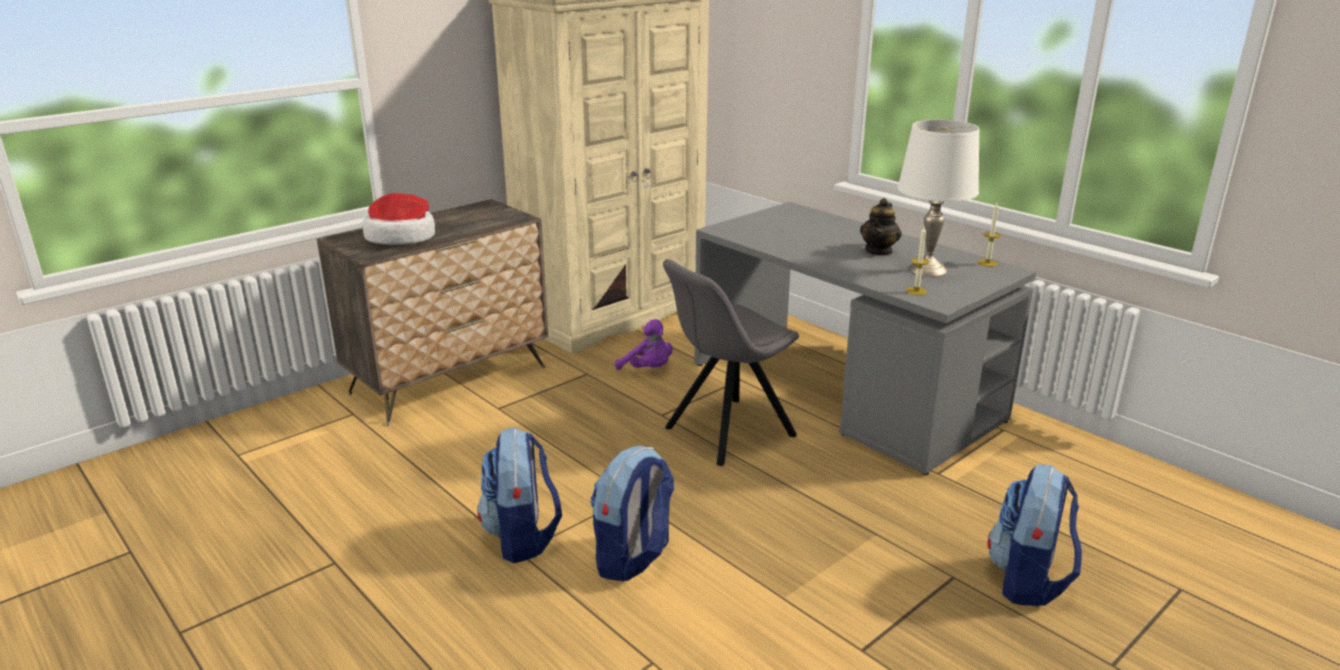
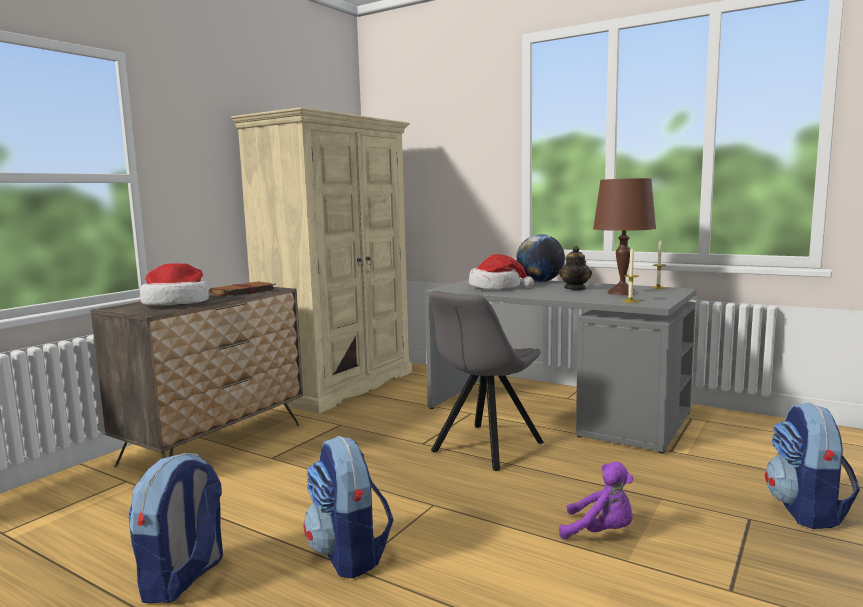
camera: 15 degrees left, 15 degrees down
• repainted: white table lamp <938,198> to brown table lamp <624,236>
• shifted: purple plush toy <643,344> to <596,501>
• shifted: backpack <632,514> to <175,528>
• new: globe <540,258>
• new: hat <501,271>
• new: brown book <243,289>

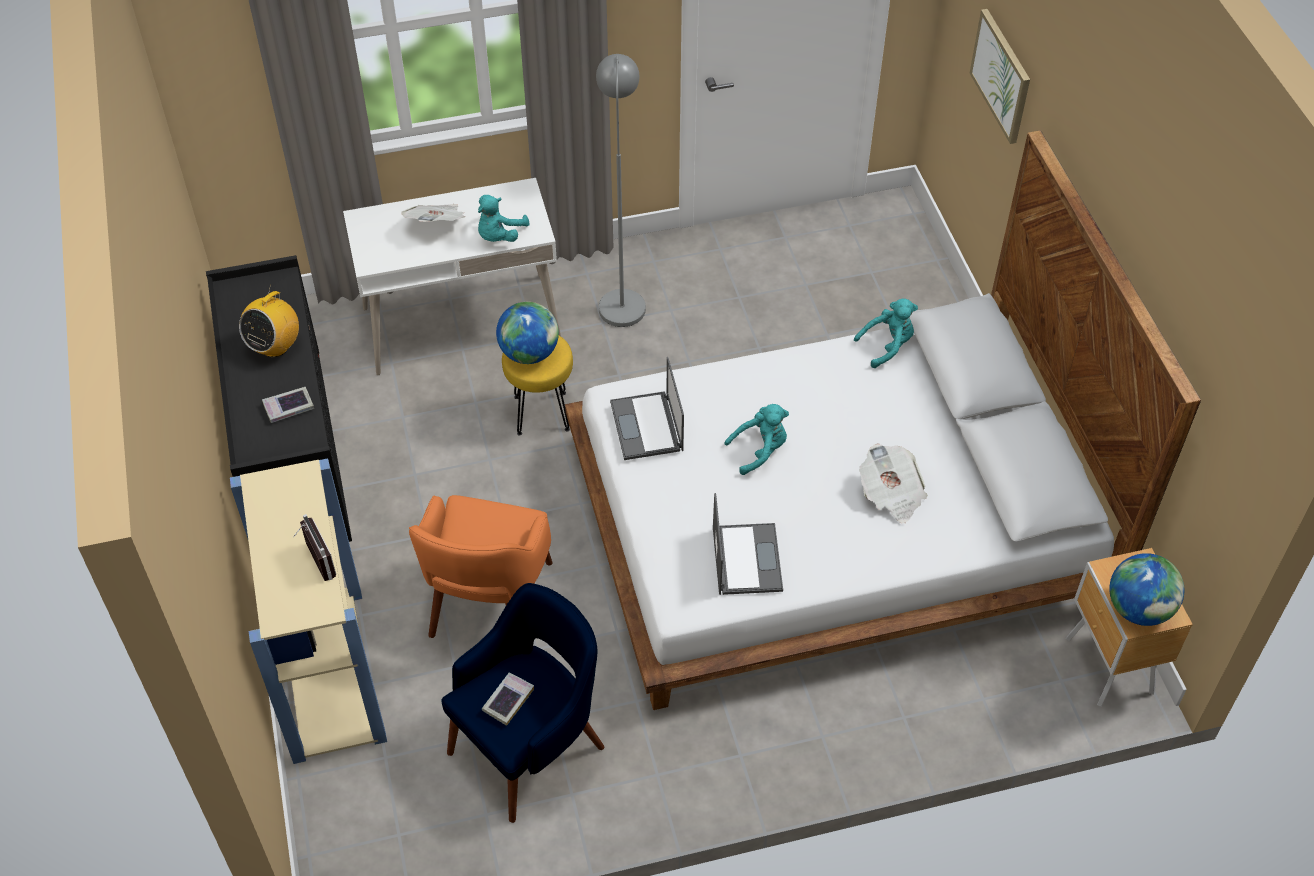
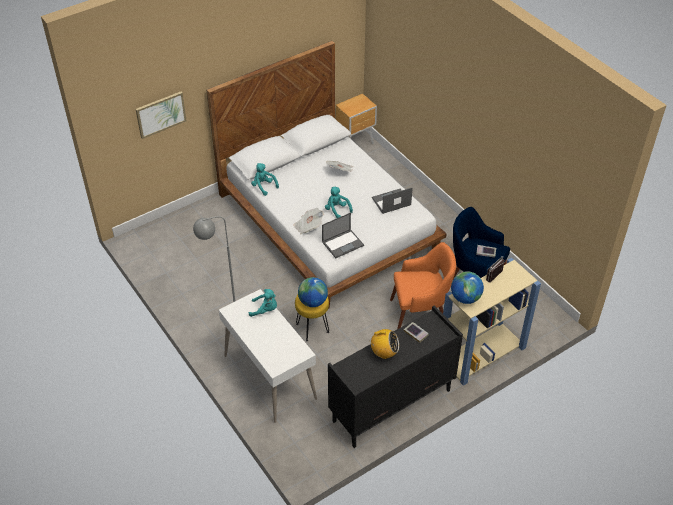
camera: 110 degrees left, 5 degrees down
• shifted: newspaper <433,213> to <308,221>
• shifted: globe <1146,589> to <467,287>

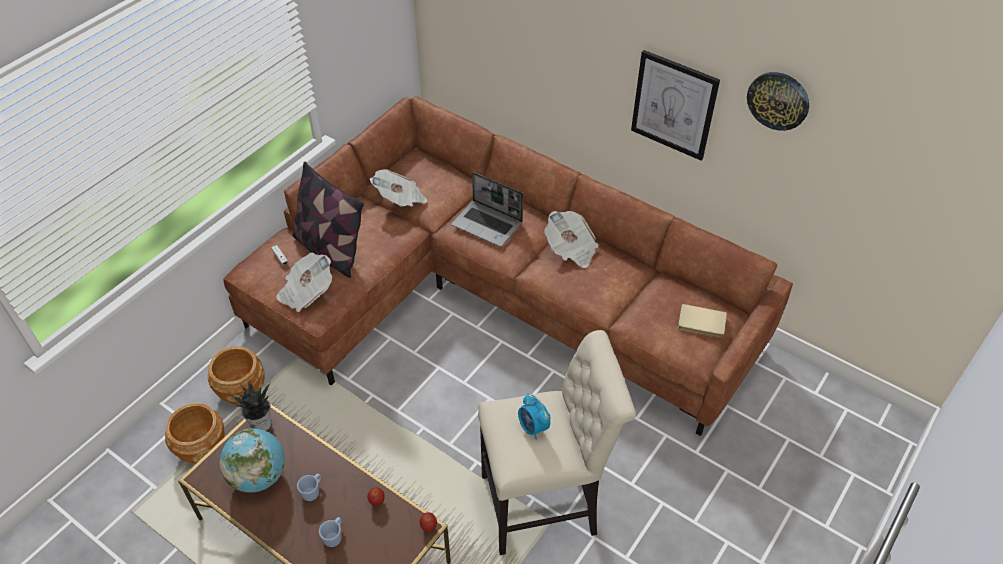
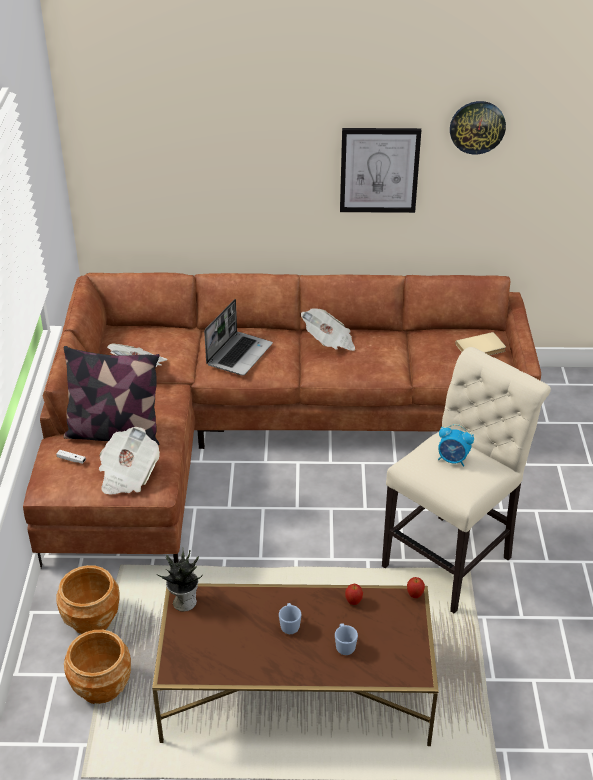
camera: 35 degrees left, 10 degrees down
• rotated: laptop <487,209> = <238,337> 60 degrees counterclockwise
• gone: globe <252,460>

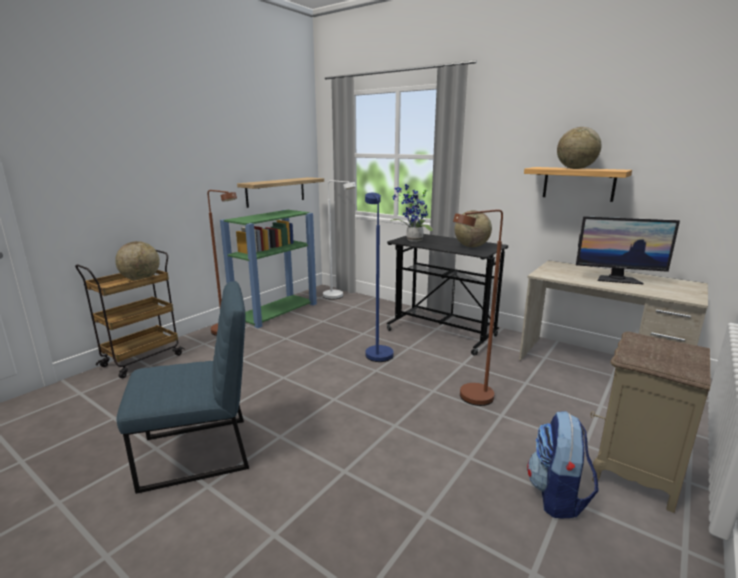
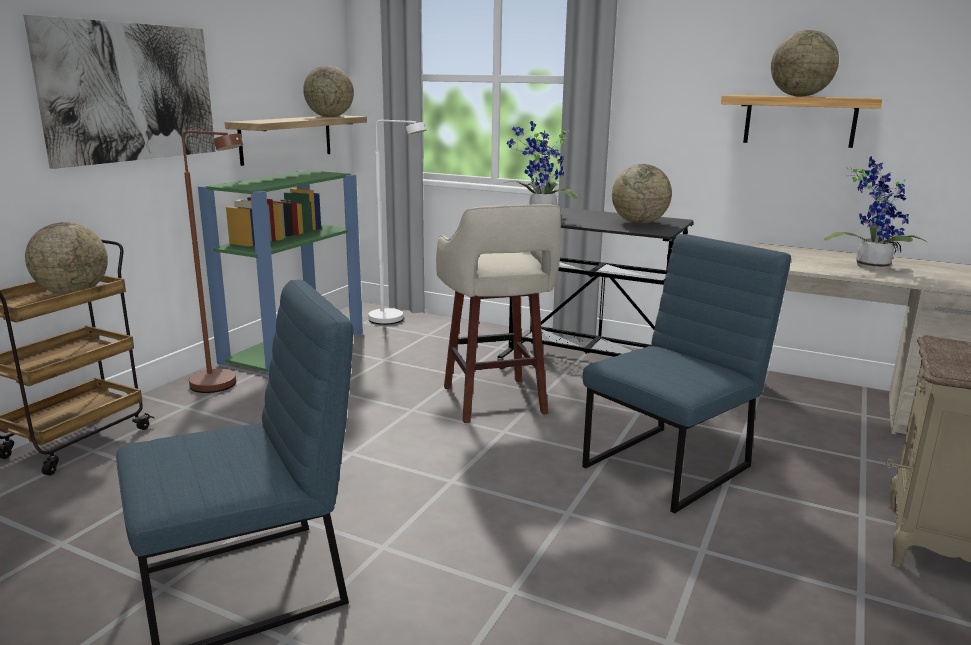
camera: 10 degrees left, 0 degrees up
• swapped: blue floor lamp <379,277> to beige stool <498,313>
• swapped: brown floor lamp <478,308> to blue chair <686,373>
• swapped: monitor <628,250> to potted plant <876,213>
• gone: backpack <563,464>
• new: picture <119,92>
• new: globe <328,91>

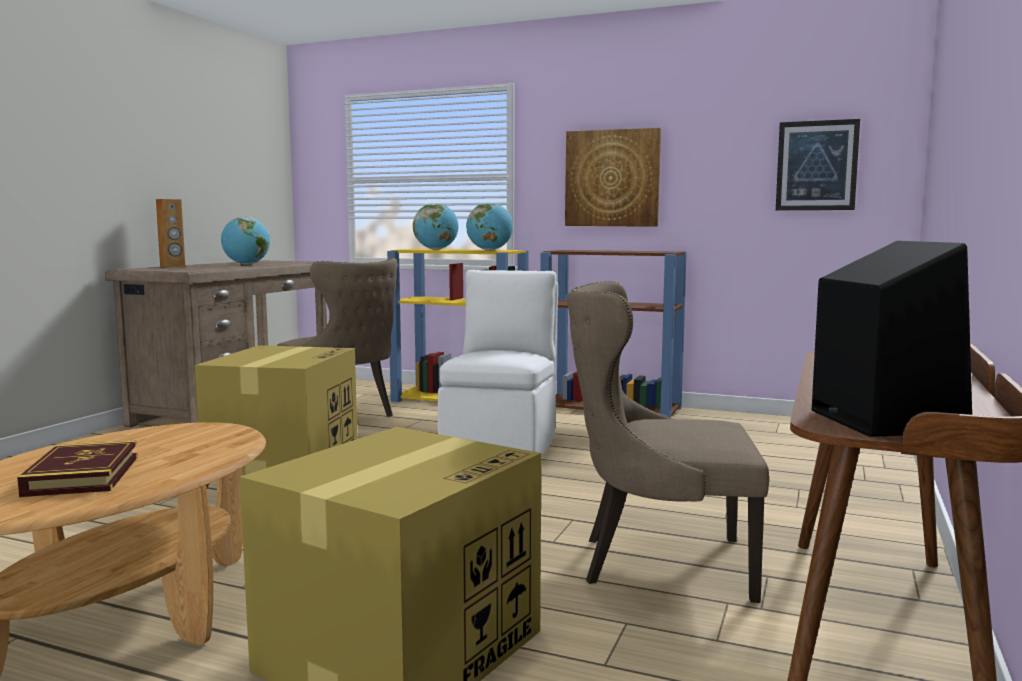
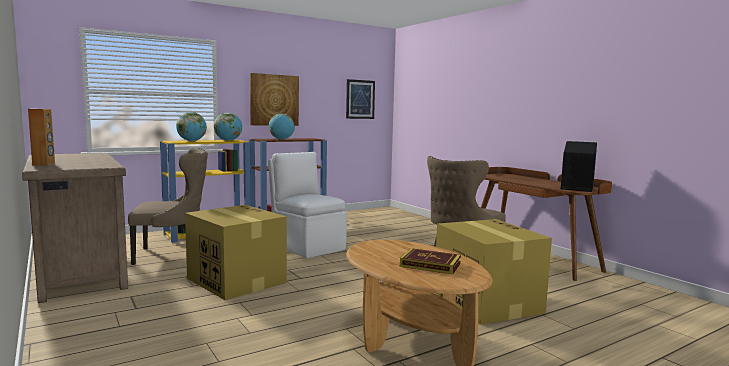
camera: 55 degrees left, 0 degrees up
• shifted: globe <245,241> to <282,127>

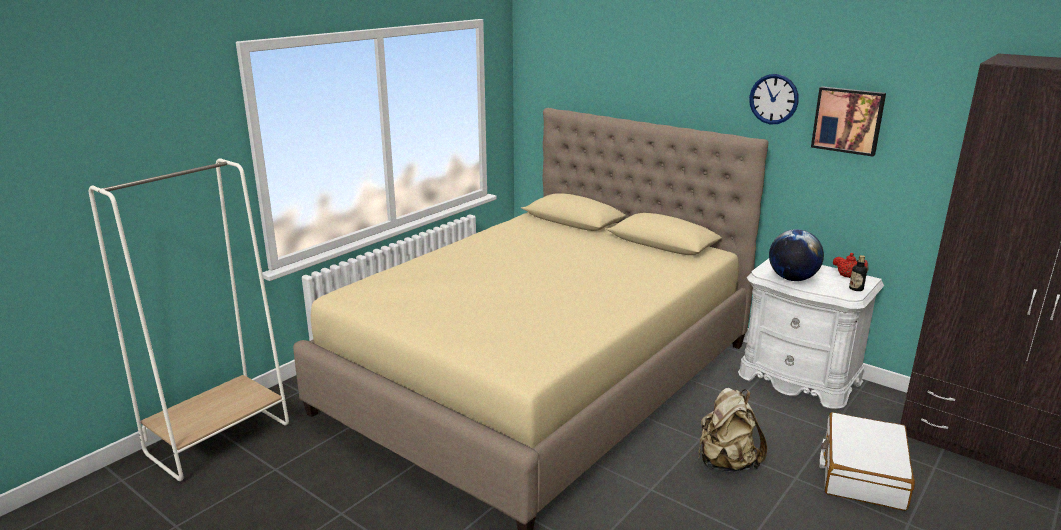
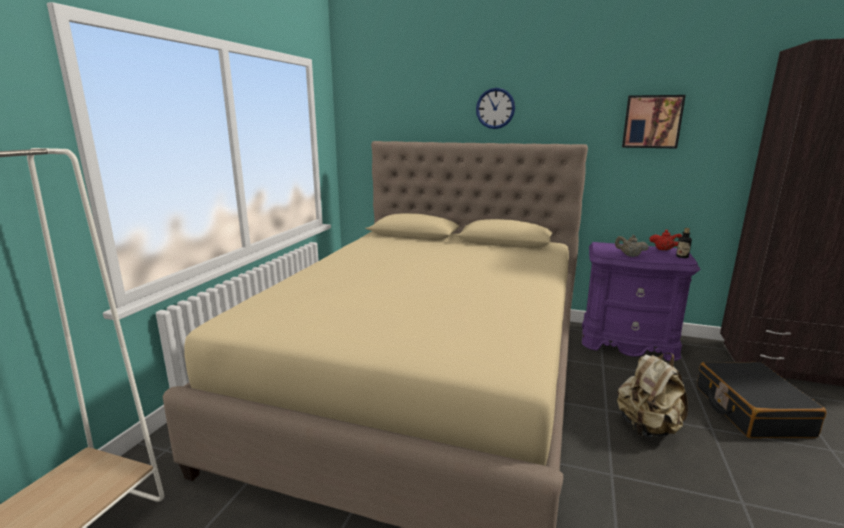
camera: 20 degrees left, 5 degrees down
• shifted: wall clock <774,99> to <495,108>
• swapped: globe <796,255> to beige teapot <632,246>
• repainted: white nightstand <811,334> to purple nightstand <641,301>
• repainted: white suitcase <867,461> to black suitcase <762,400>

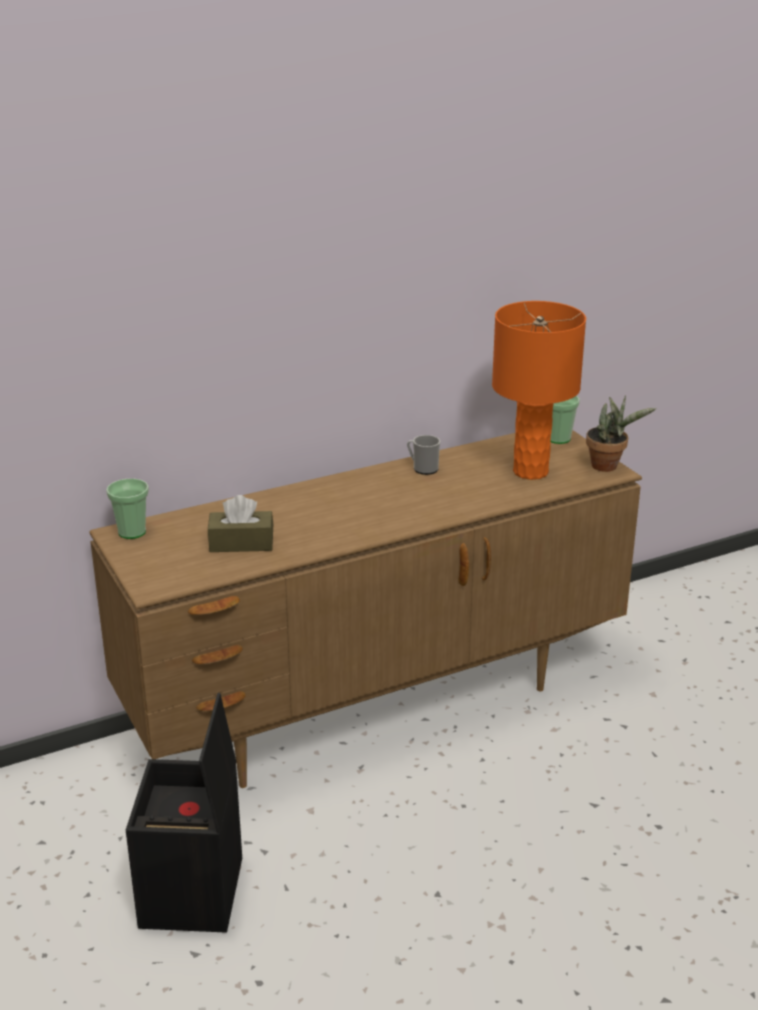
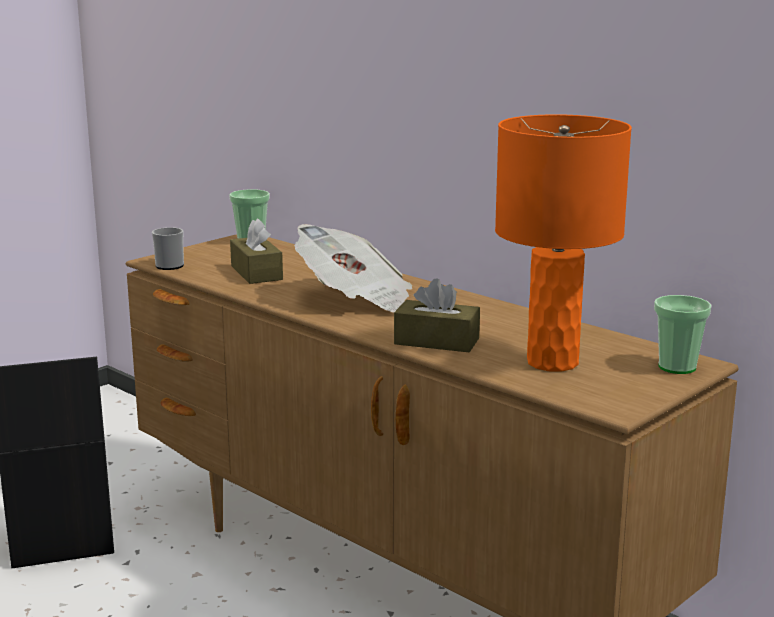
camera: 70 degrees right, 10 degrees down
• gone: potted plant <621,433>
• shifted: mug <423,455> to <168,248>
• new: newspaper <353,268>
• new: brown tissue box <437,315>

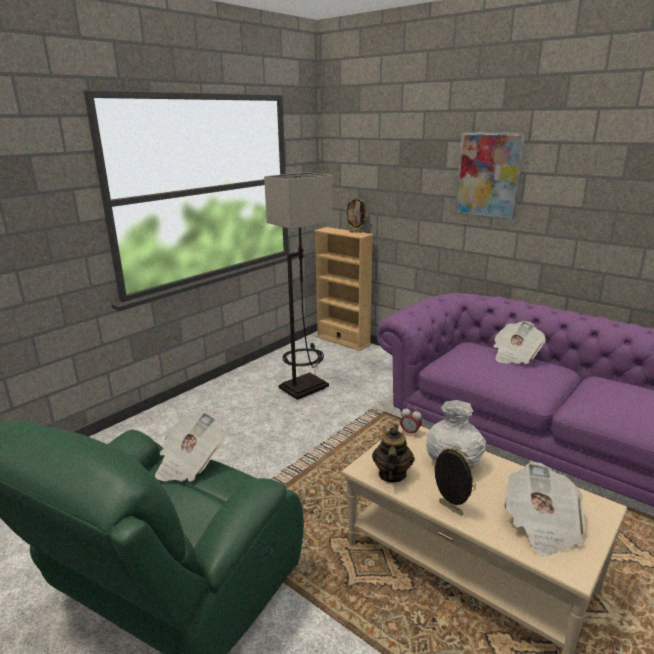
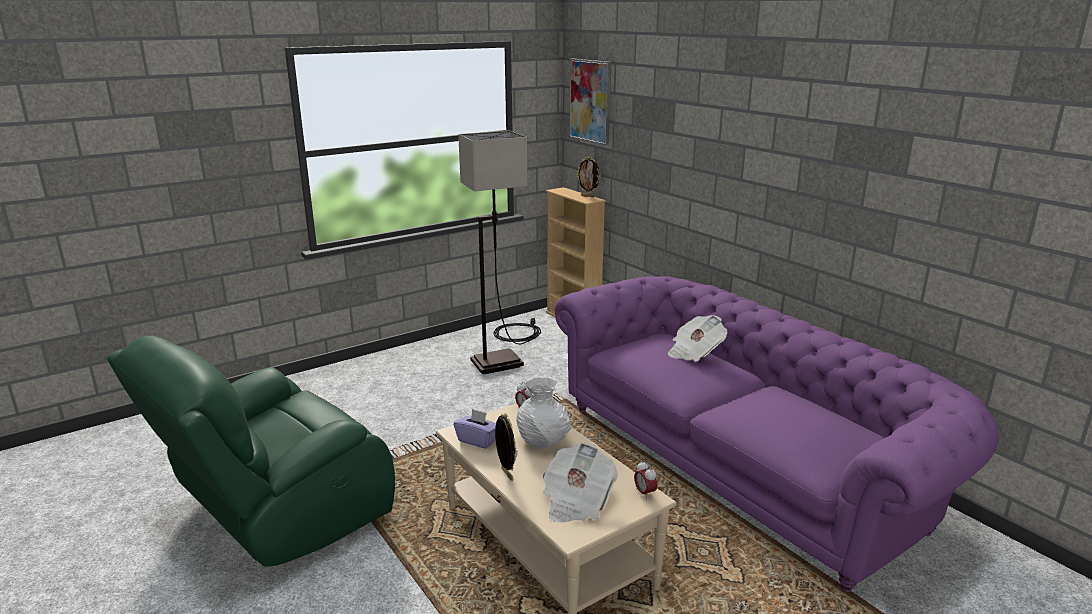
camera: 15 degrees right, 0 degrees up
• shifted: picture <490,176> to <590,102>
• gone: newspaper <189,447>
• swapped: teapot <393,454> to purple tissue box <475,429>
• new: alarm clock <645,480>

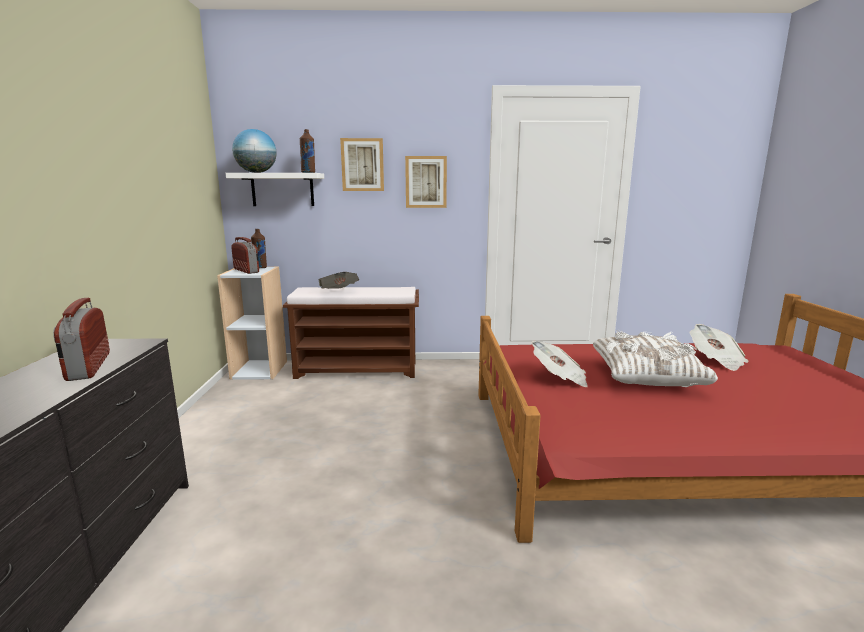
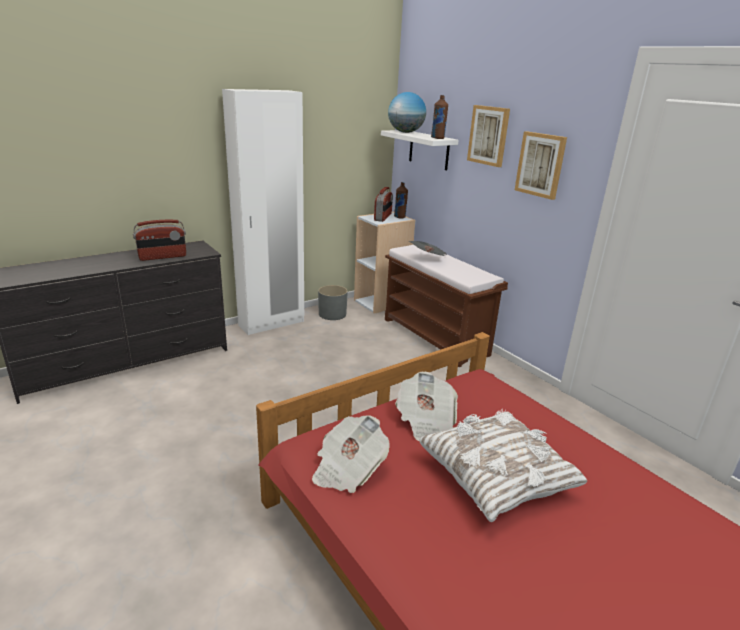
camera: 55 degrees right, 10 degrees up
• rotated: radio <81,339> = <159,240> 150 degrees counterclockwise
• shifted: newspaper <719,347> to <351,454>
• new: white wardrobe <263,212>
• new: grey planter <333,302>

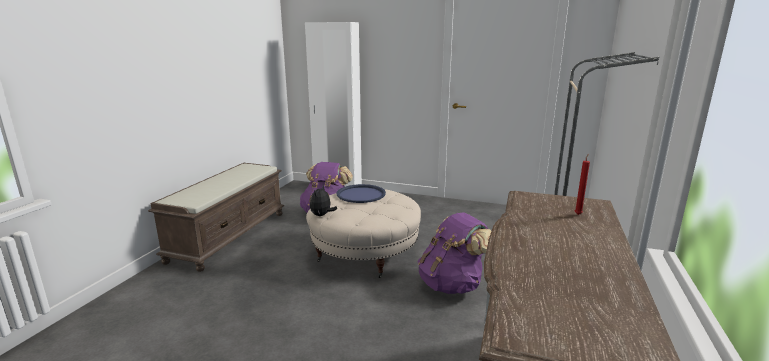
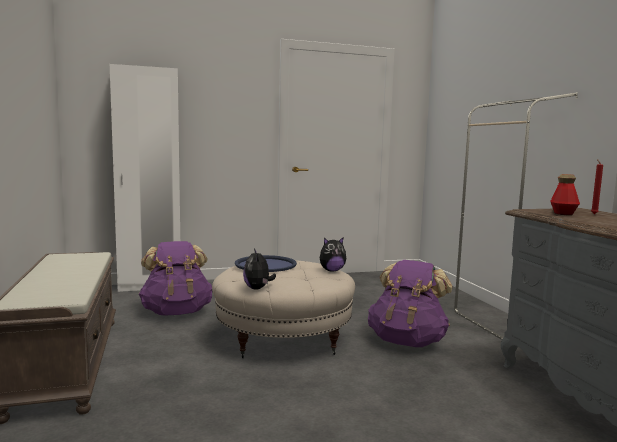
camera: 35 degrees left, 10 degrees down
• new: bottle <565,194>
• new: plush toy <333,254>

